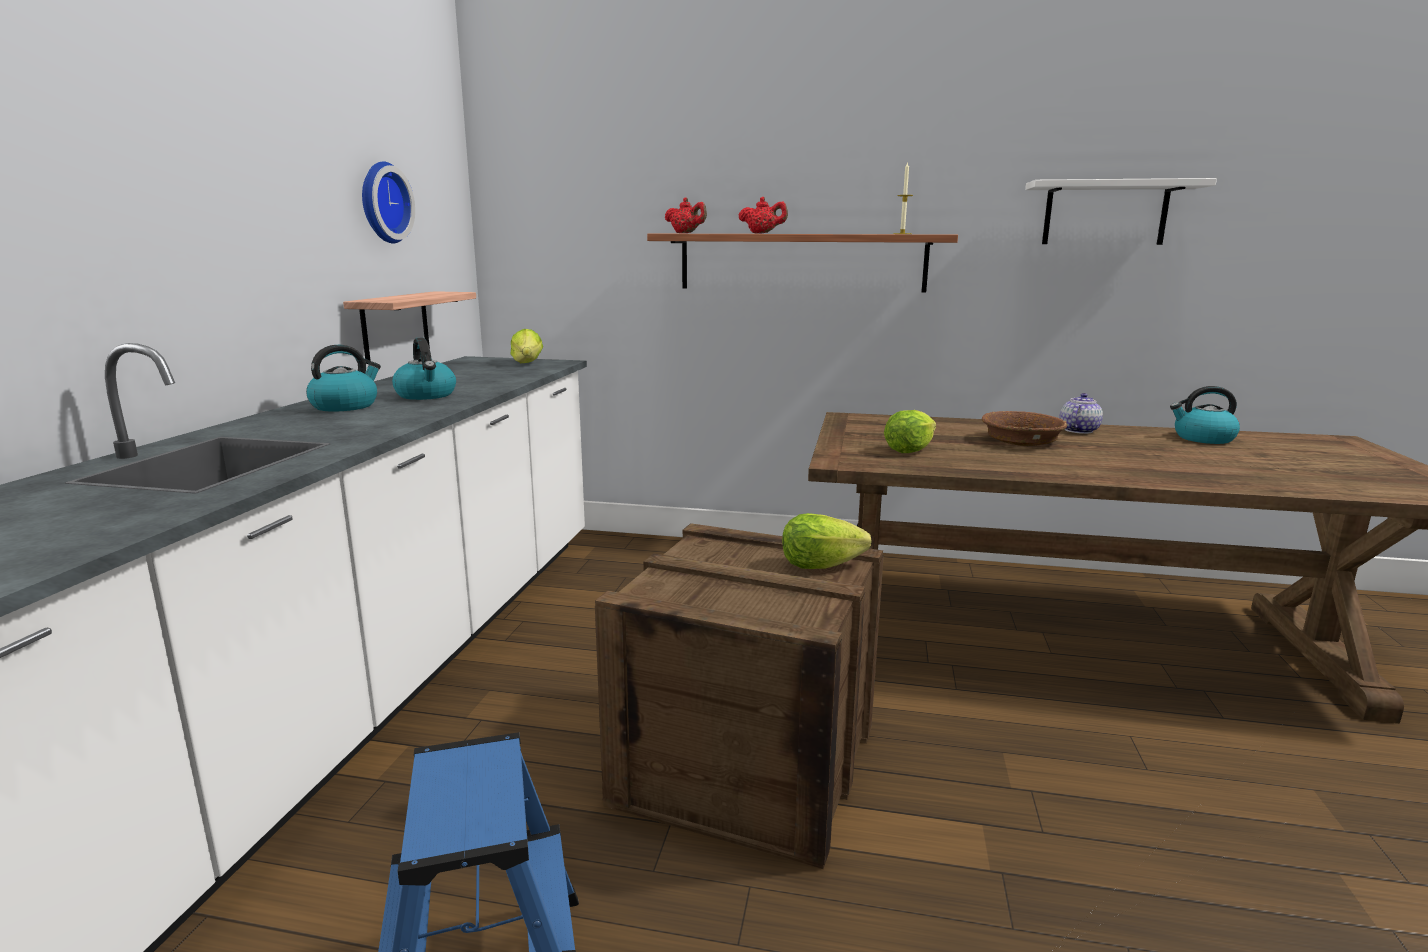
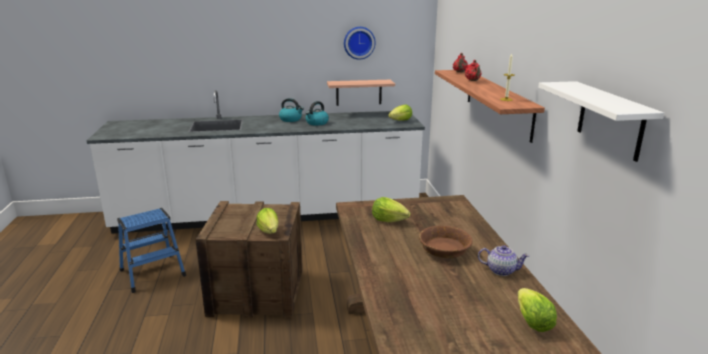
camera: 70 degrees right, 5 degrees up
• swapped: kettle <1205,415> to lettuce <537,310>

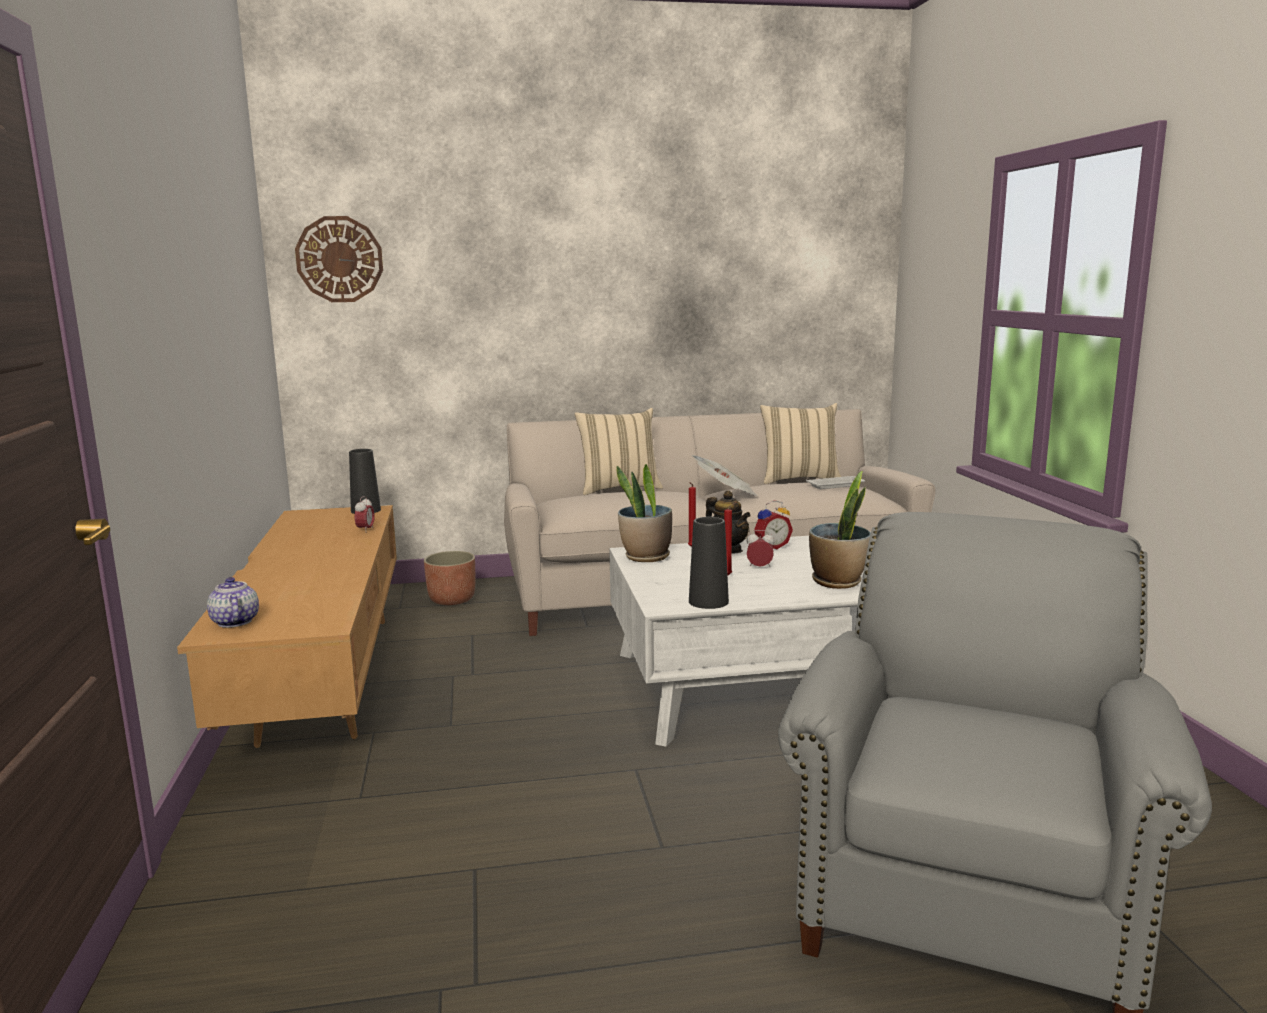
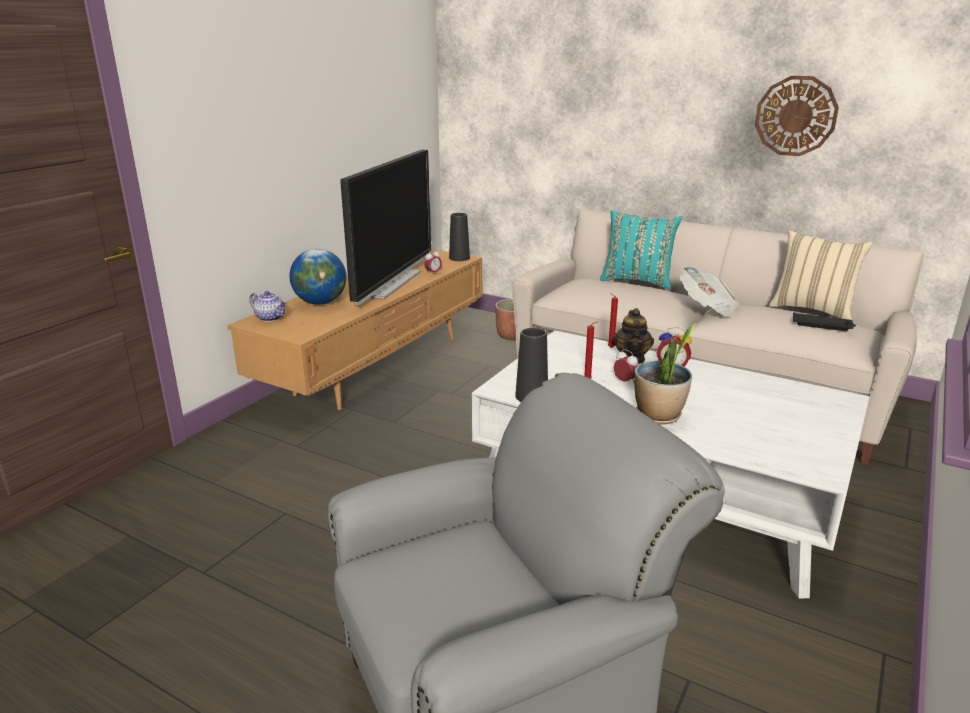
camera: 40 degrees right, 10 degrees up
• shifted: wall clock <339,259> to <797,116>
• repainted: beige pillow <618,451> to turquoise pillow <641,249>
• gone: potted plant <644,513>
• repainted: white tray <835,482> to black tray <824,321>
• rotated: teapot <233,602> = <268,306> 105 degrees clockwise
• new: television <385,227>
• new: globe <317,277>

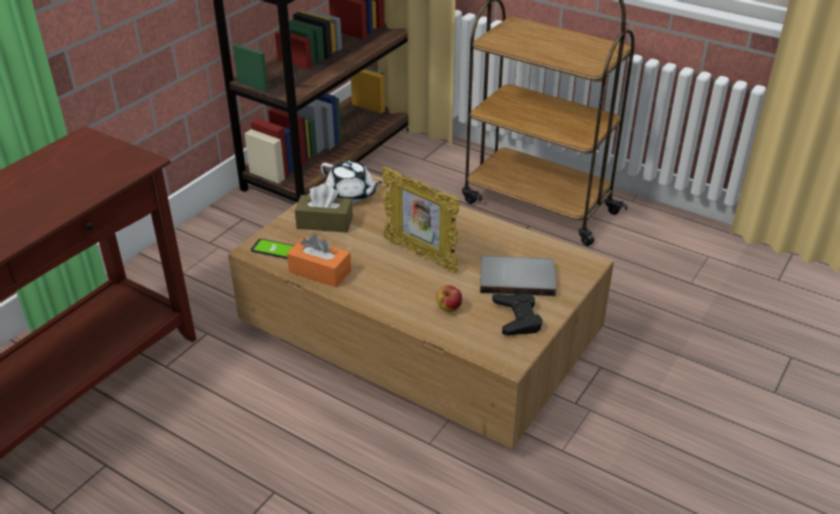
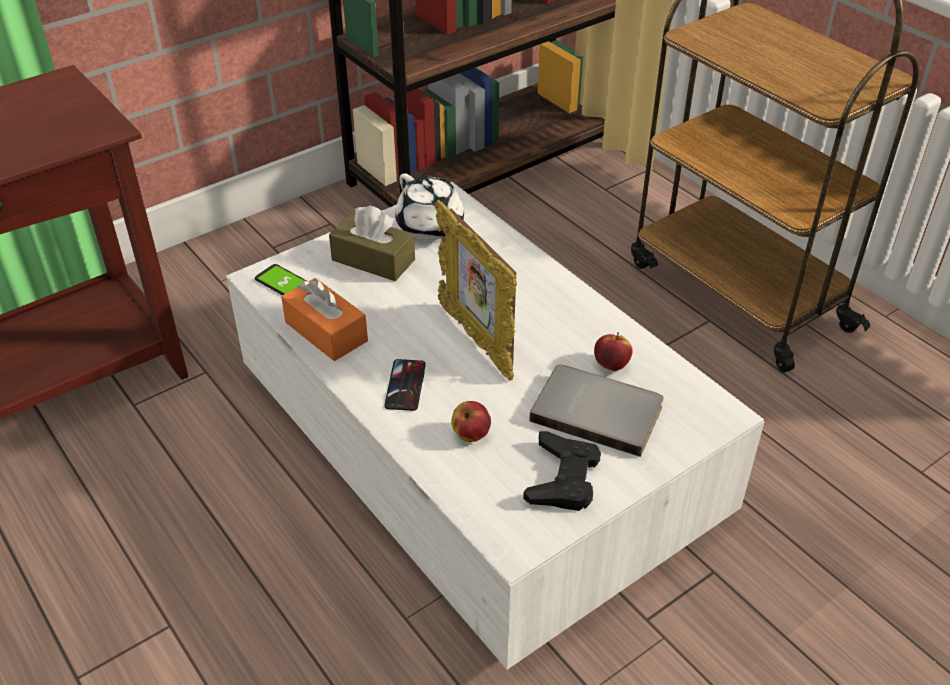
camera: 20 degrees right, 5 degrees up
• repainted: brown coffee table <421,311> to white coffee table <495,426>
• new: apple <613,351>
• new: phone <405,385>

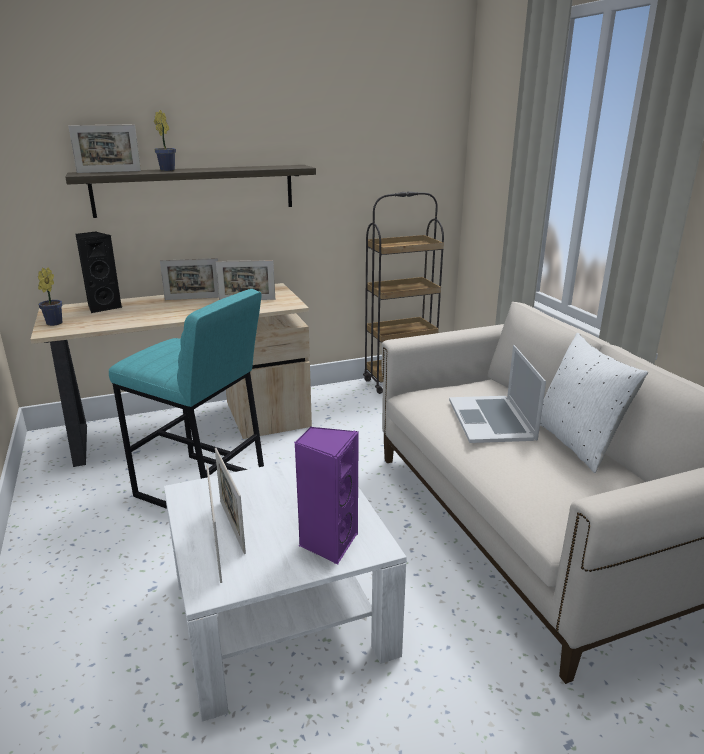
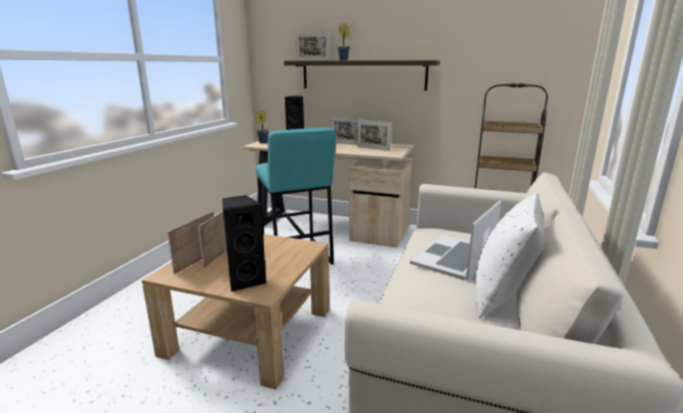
camera: 40 degrees right, 5 degrees down
• repainted: purple speaker <326,495> to black speaker <244,243>
• repainted: white coffee table <285,591> to brown coffee table <235,312>

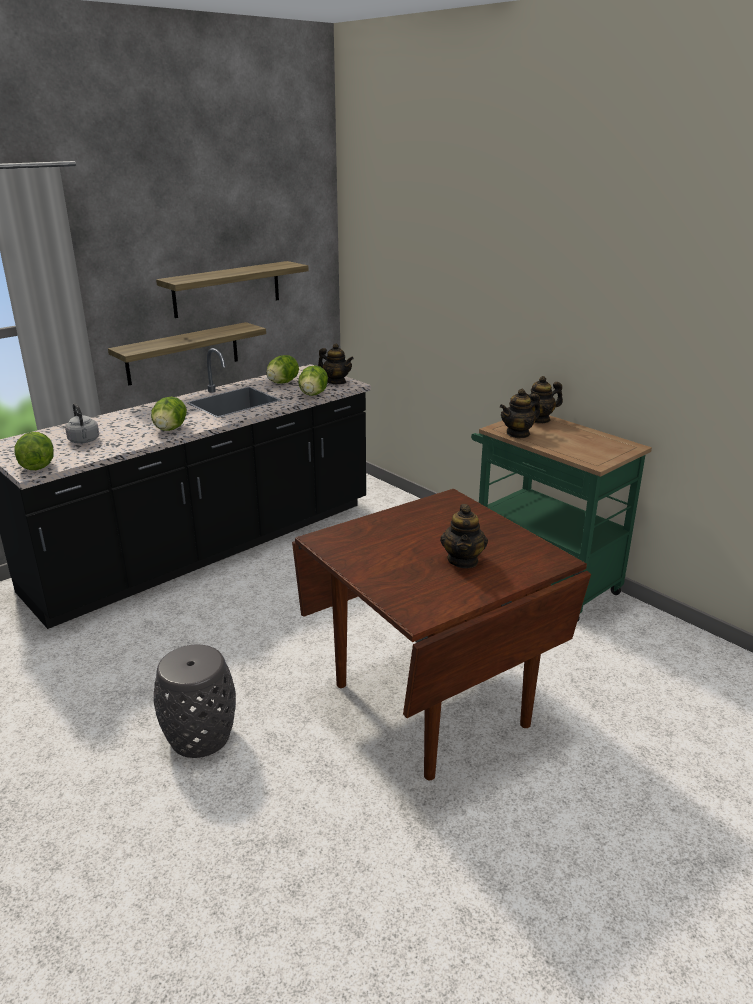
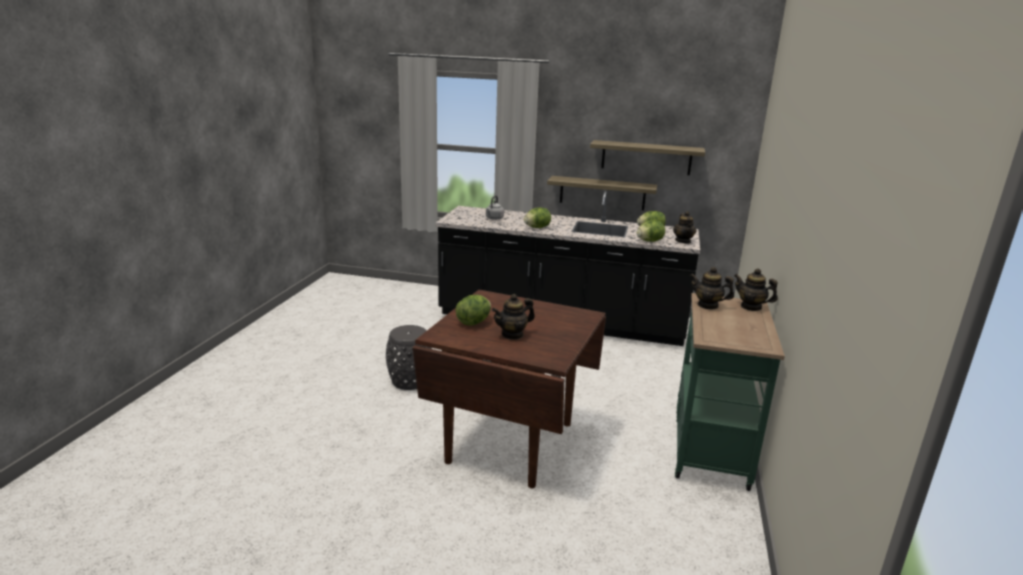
camera: 55 degrees right, 5 degrees down
• shifted: lettuce <34,451> to <473,310>

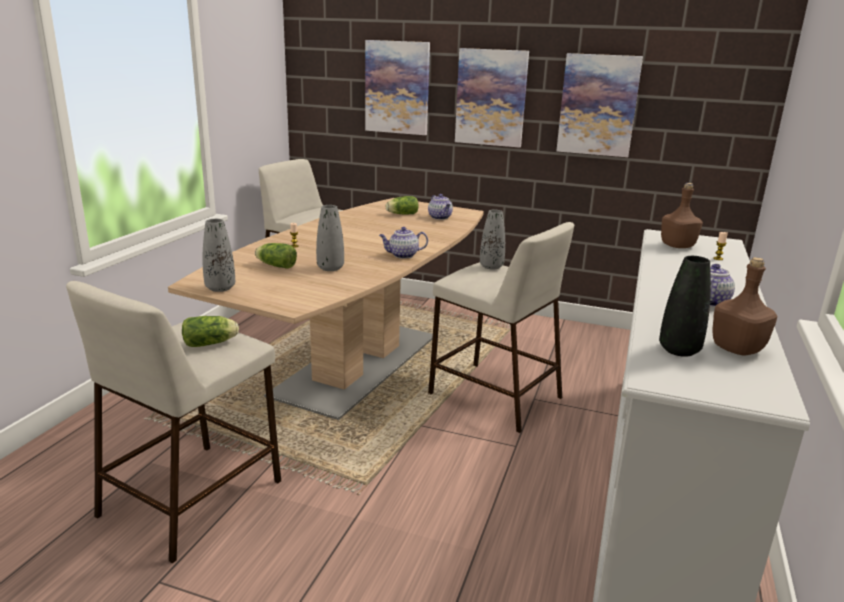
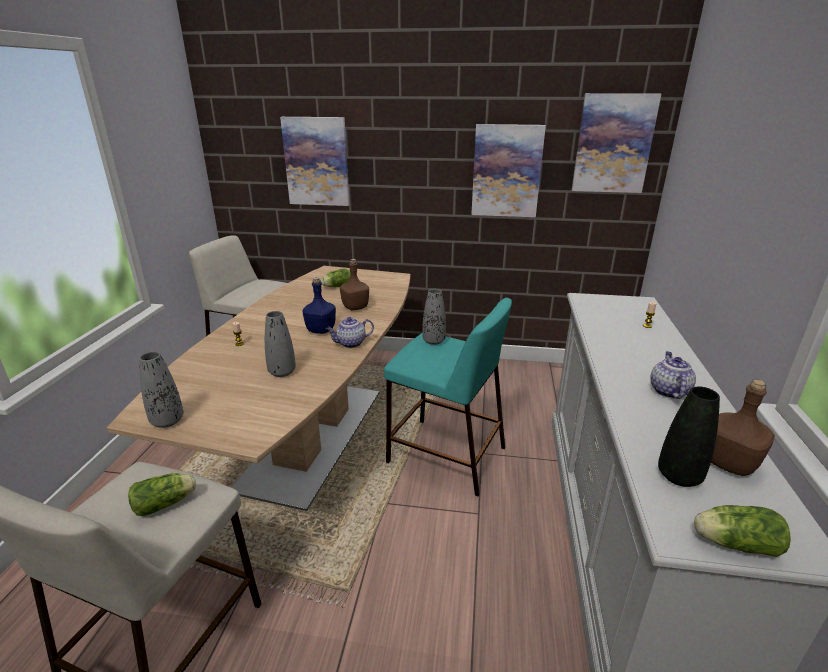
camera: 10 degrees left, 5 degrees up
• shifted: picture <492,98> to <616,143>
• shifted: brown bottle <682,215> to <354,284>
• gone: teapot <440,207>
• repainted: beige stool <501,327> to turquoise stool <448,397>
• shifted: lettuce <276,256> to <742,531>
• new: blue bottle <319,306>

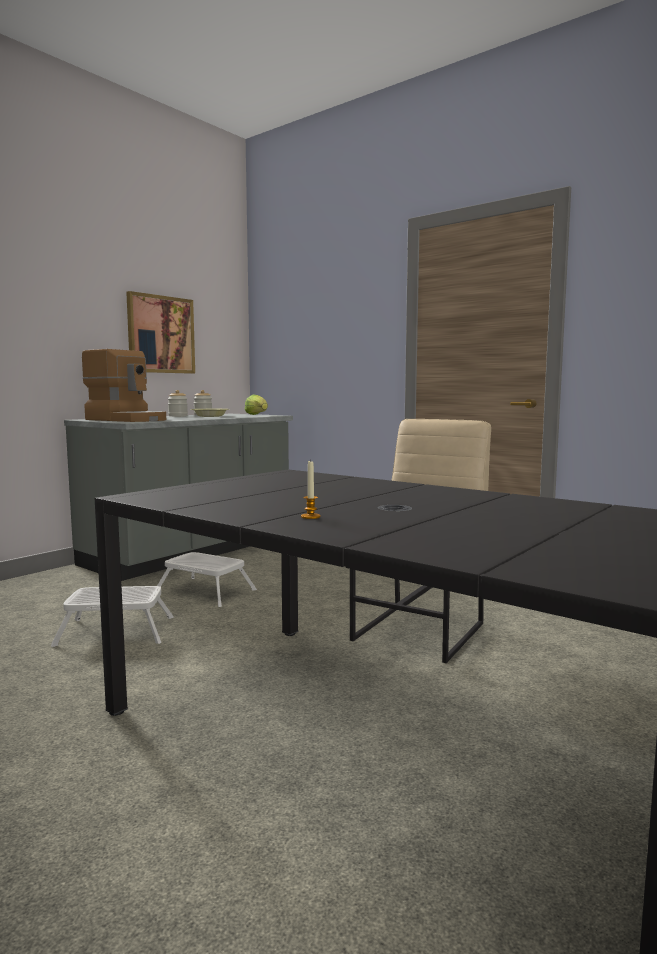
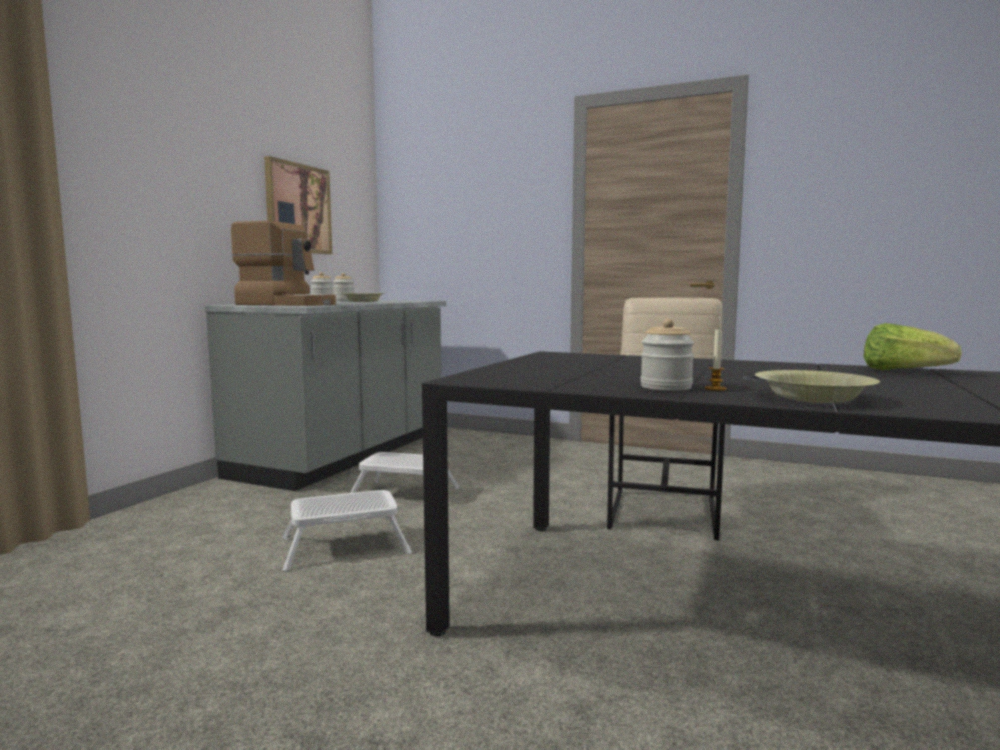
camera: 15 degrees left, 0 degrees up
• shifted: lettuce <256,404> to <912,346>
• new: jar <667,354>
• new: yellow bowl <817,386>

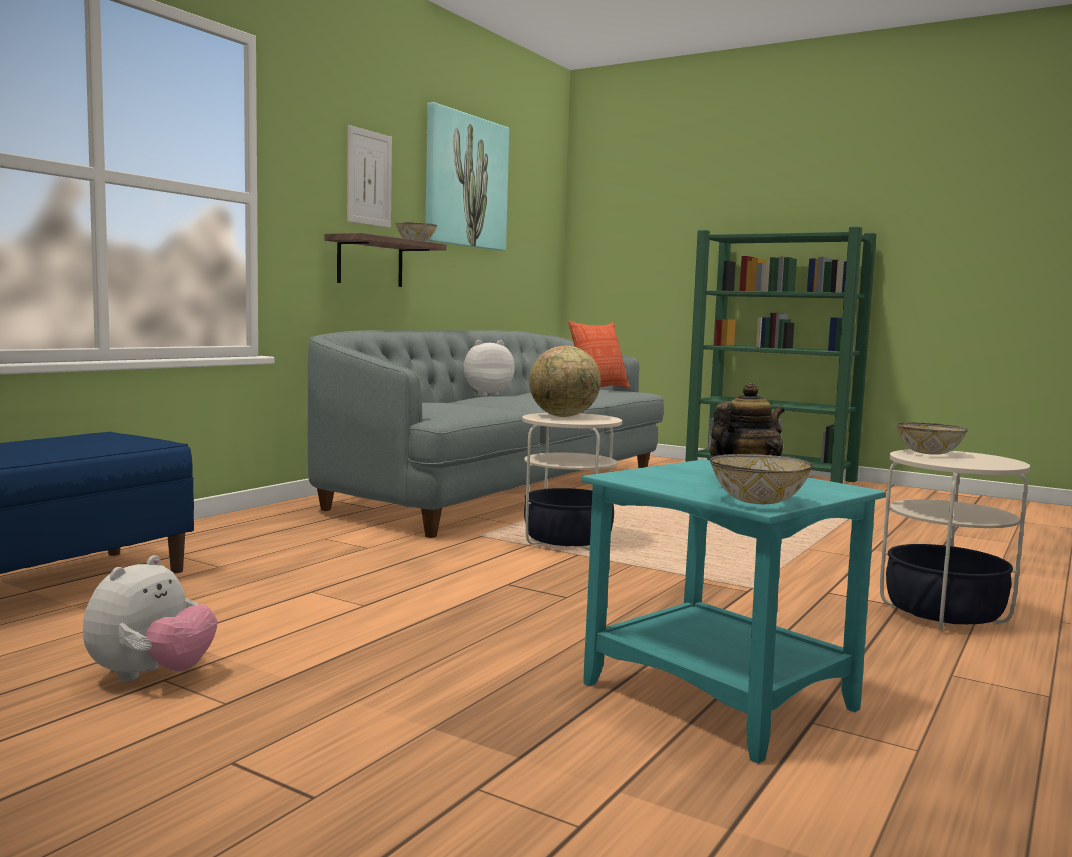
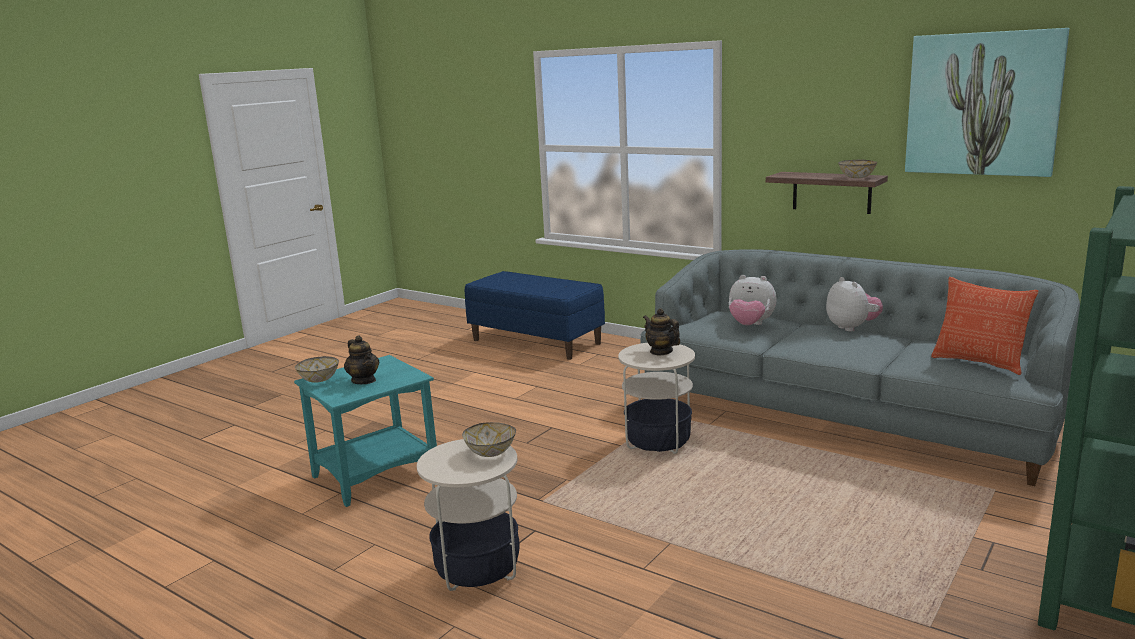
camera: 95 degrees right, 10 degrees up
• gone: picture <369,176>
• swapped: globe <565,381> to teapot <661,331>
• shifted: plush toy <150,618> to <752,300>

